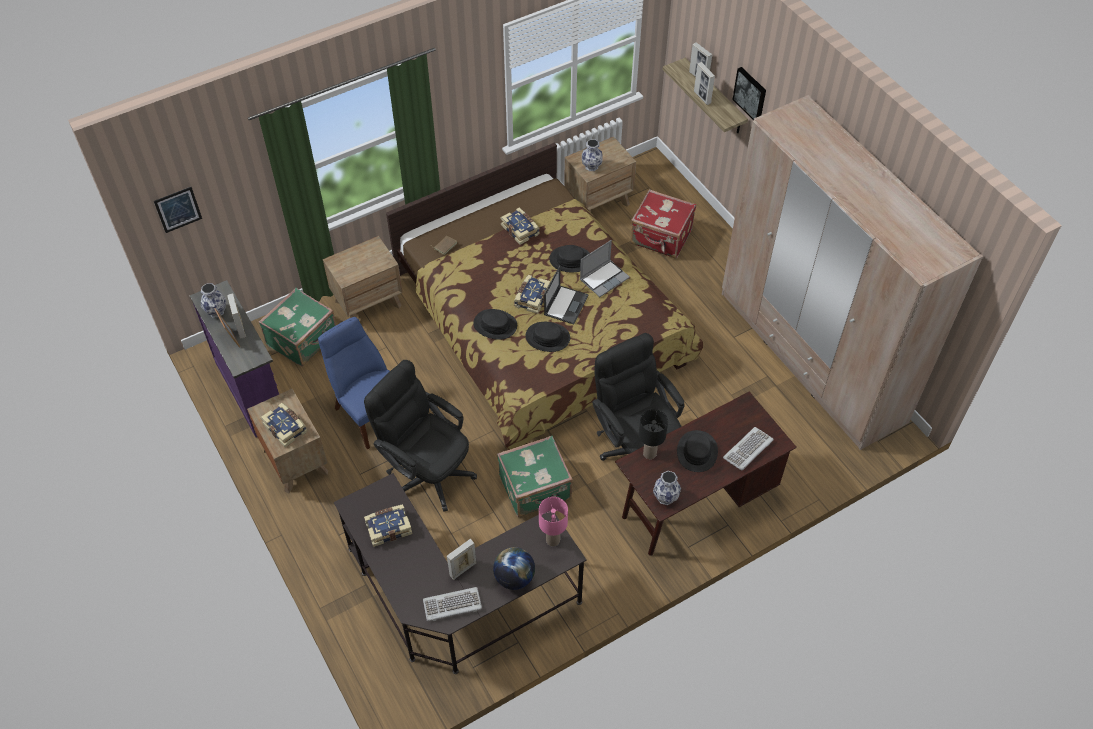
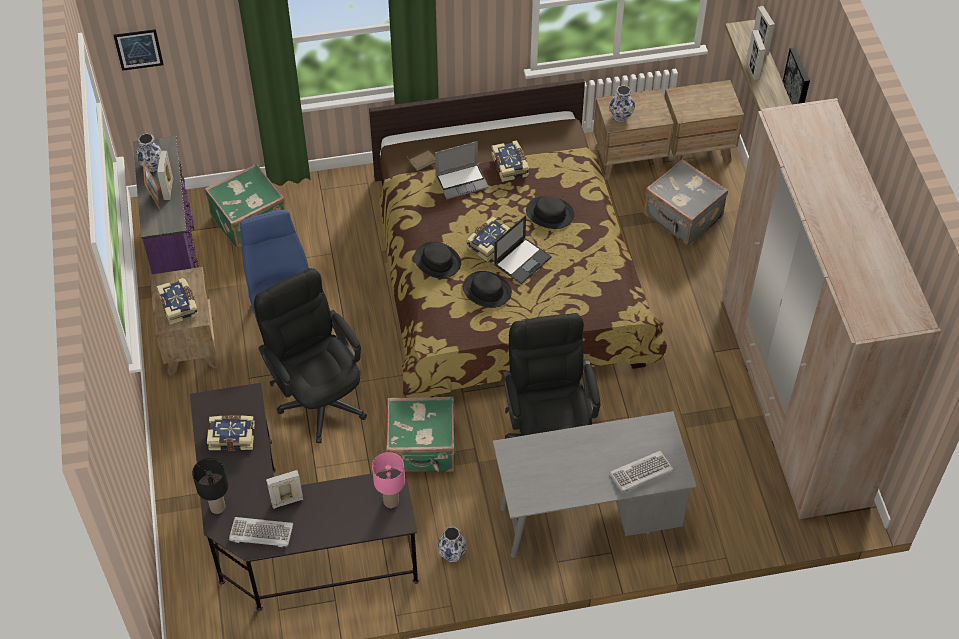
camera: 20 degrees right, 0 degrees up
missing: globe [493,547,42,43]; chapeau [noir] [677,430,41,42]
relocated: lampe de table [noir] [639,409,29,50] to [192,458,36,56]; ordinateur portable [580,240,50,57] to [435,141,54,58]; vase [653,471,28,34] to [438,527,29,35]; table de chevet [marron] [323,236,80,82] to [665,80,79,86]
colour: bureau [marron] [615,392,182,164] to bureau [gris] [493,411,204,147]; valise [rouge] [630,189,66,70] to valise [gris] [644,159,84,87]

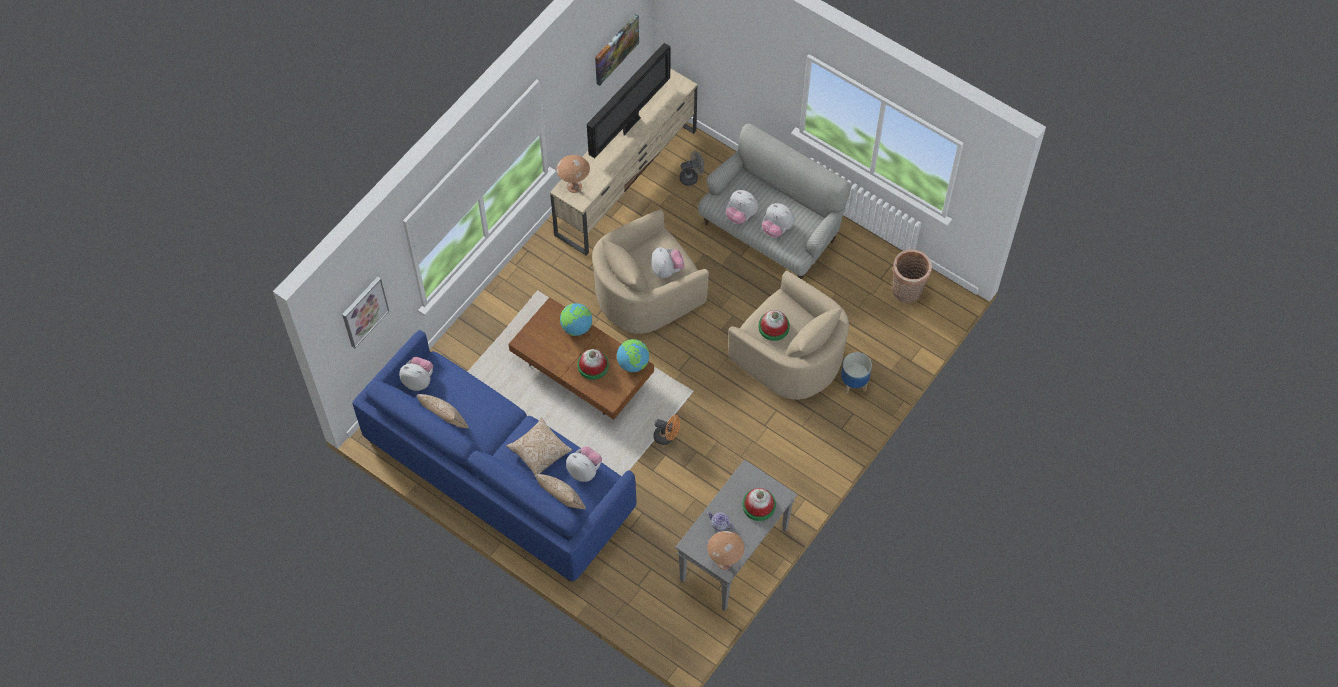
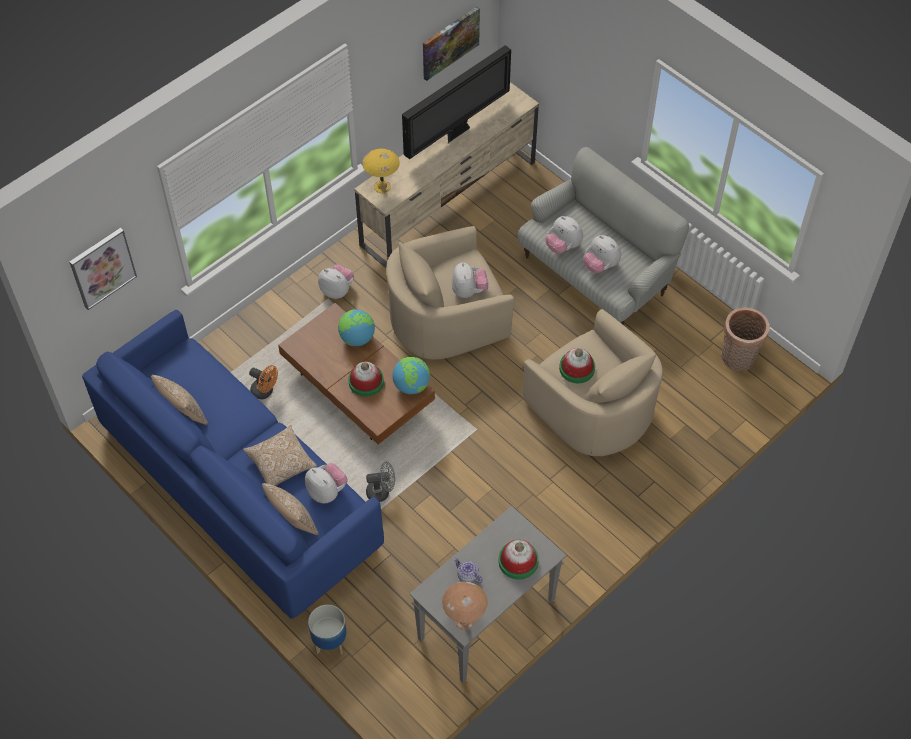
camera: 10 degrees right, 5 degrees down
relocated: ventilateur [orange] [654,415,26,30] to [249,365,29,34]; cache-pot [841,352,31,42] to [308,605,39,49]; peluche [399,357,34,34] to [318,264,36,35]; ventilateur [gris] [679,151,25,35] to [366,461,29,41]
colour: lampe de table [marron] [556,155,34,38] to lampe de table [jaune] [362,149,38,44]

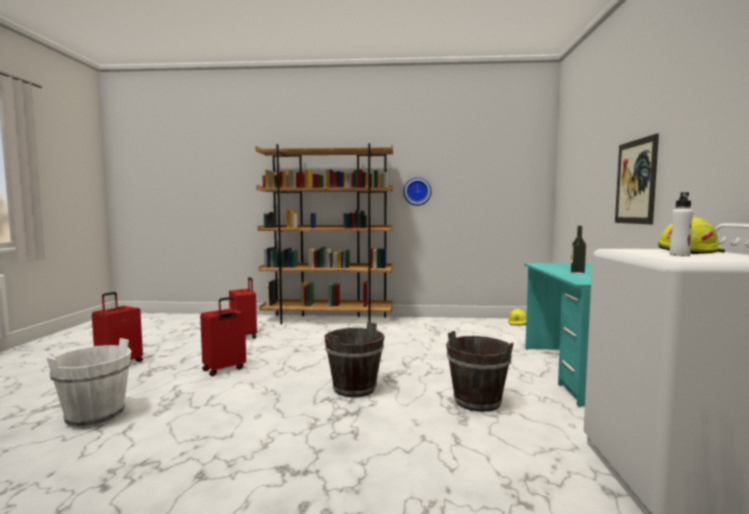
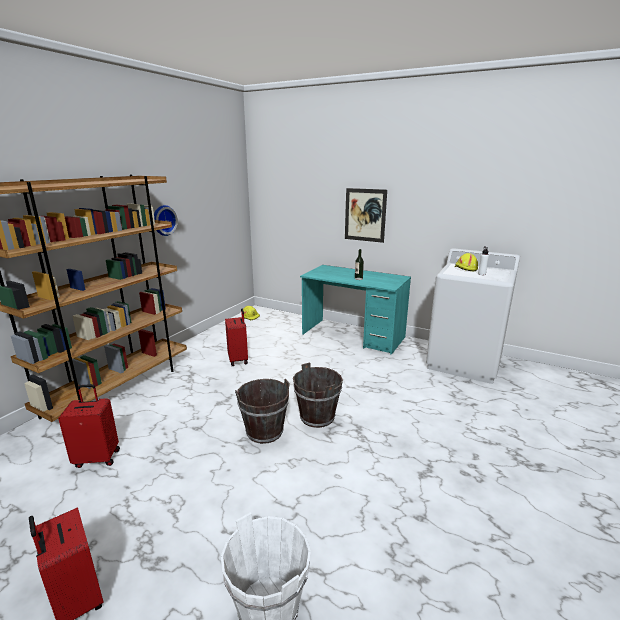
camera: 65 degrees left, 15 degrees up
relocated: valise [rouge] [200,297,46,79] to [225,309,23,57]; seau [marron] [446,331,68,81] to [235,379,55,65]

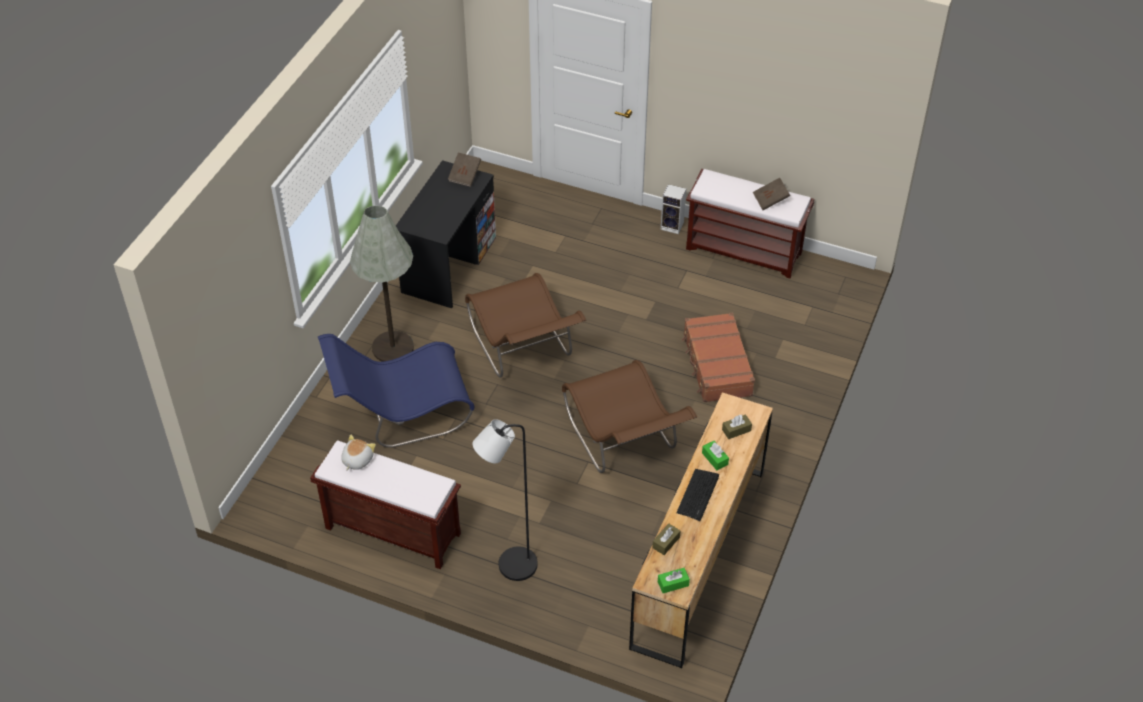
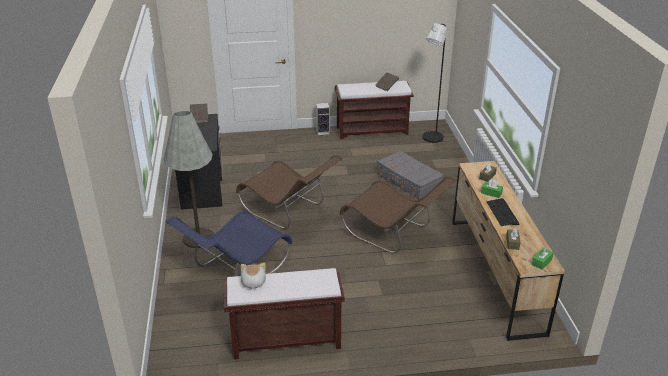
camera: 30 degrees left, 15 degrees down
relocated: lampadaire [noir] [472,419,66,162] to [423,23,25,120]
colour: valise [marron] [682,312,73,90] to valise [gris] [377,150,67,50]

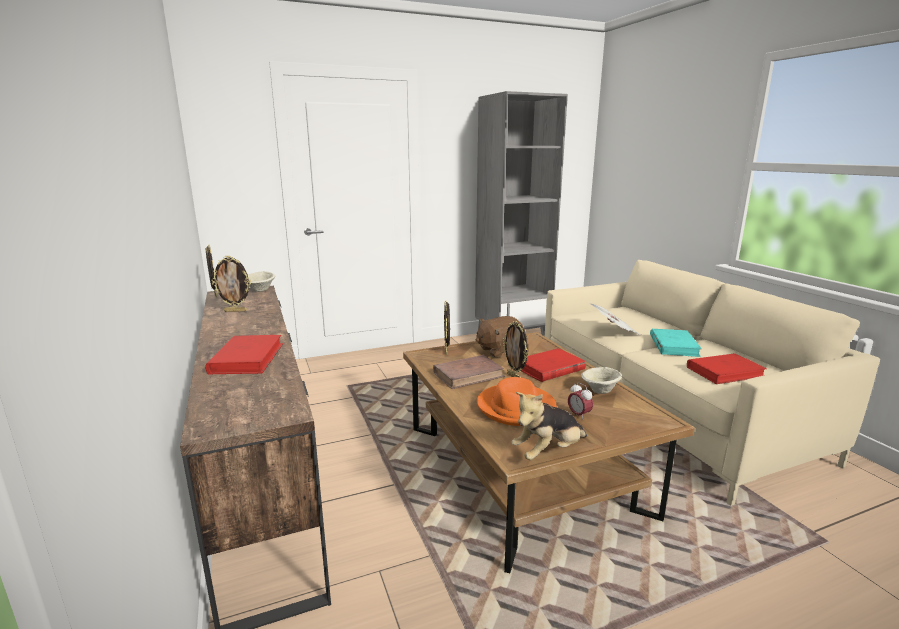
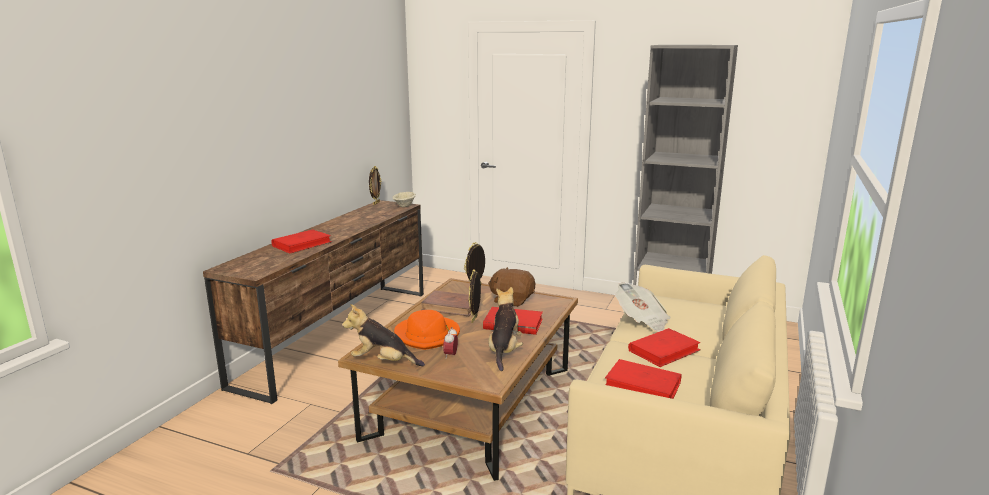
camera: 45 degrees right, 0 degrees up
missing: cadre photo [212,256,39,56]
exchanged: bol [beige] [581,367,41,27] to peluche [488,287,35,84]
colour: livre [turquoise] [650,329,52,28] to livre [rouge] [628,328,73,39]

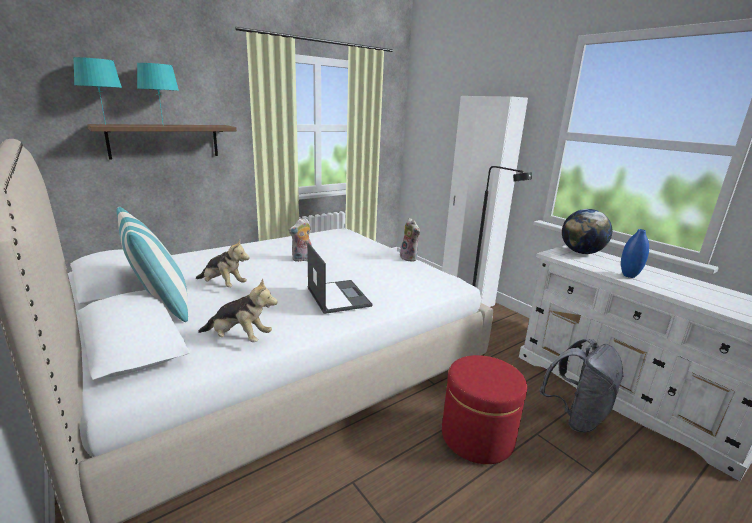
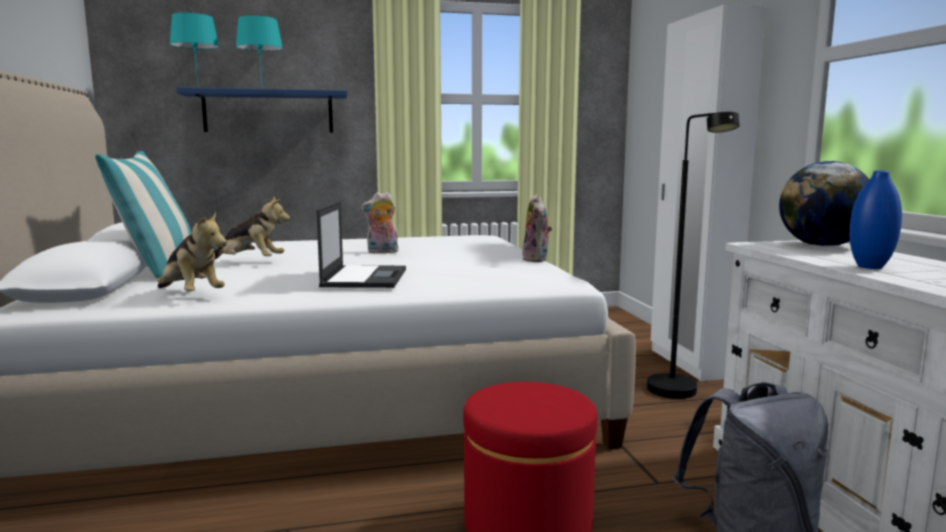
camera: 25 degrees right, 10 degrees down
colour: étagère [marron] [87,124,150,36] to étagère [bleu] [176,87,171,45]
spun: peluche [196,240,54,47] = [214,196,76,63] 45 degrees counterclockwise

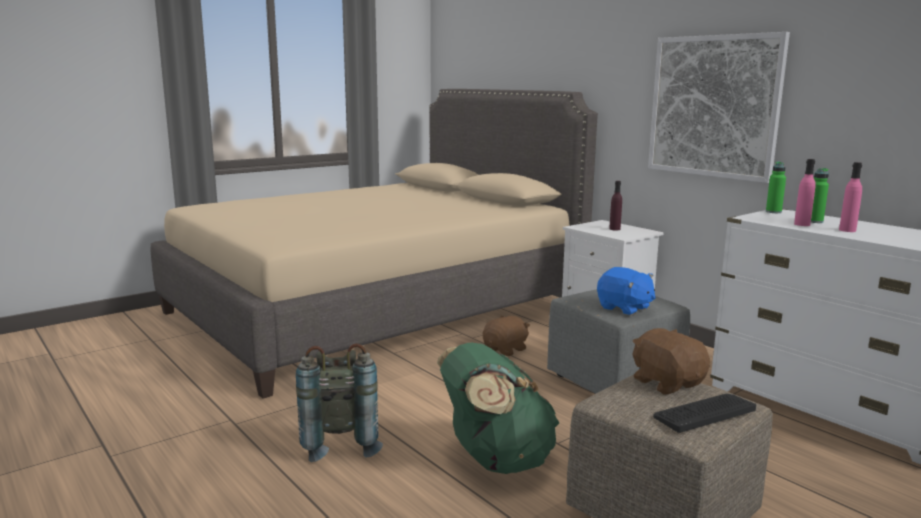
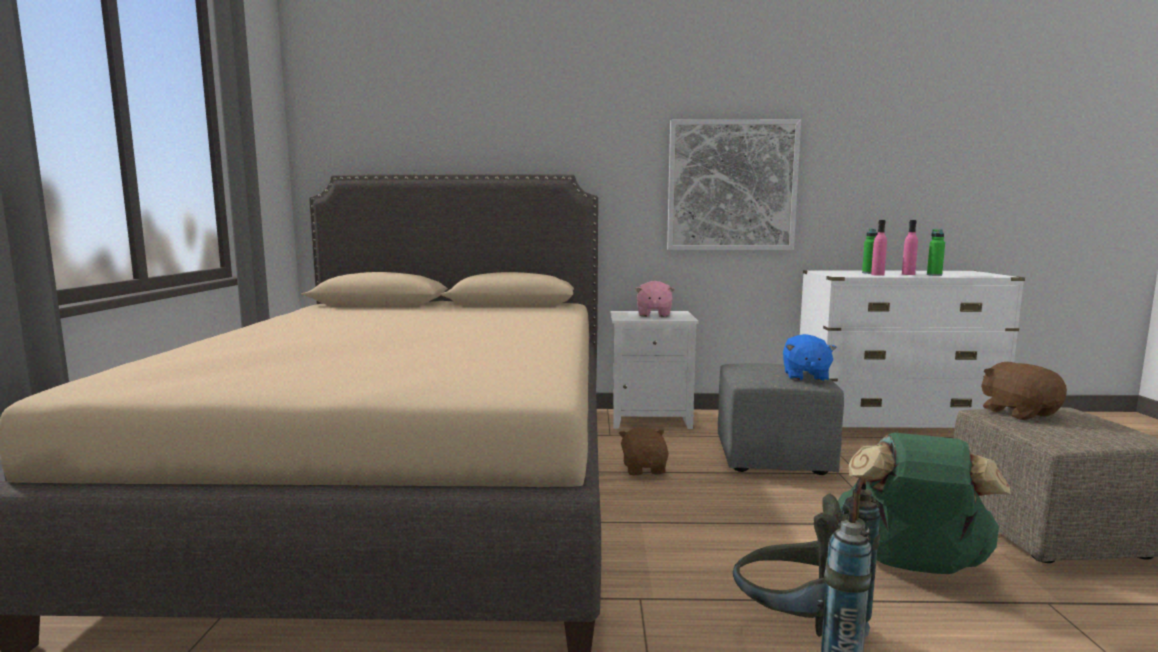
camera: 50 degrees left, 5 degrees down
missing: clavier [653,394,103,39]
relocated: bouteille [vert] [766,162,20,51] to [927,229,18,47]
exchanged: bouteille [violet] [609,181,13,50] to peluche [rose] [635,281,40,36]
spun: peluche [bleu] [597,267,59,48] = [783,334,54,47] 105 degrees clockwise; peluche [marron] [632,328,78,66] = [981,362,86,58] 60 degrees clockwise

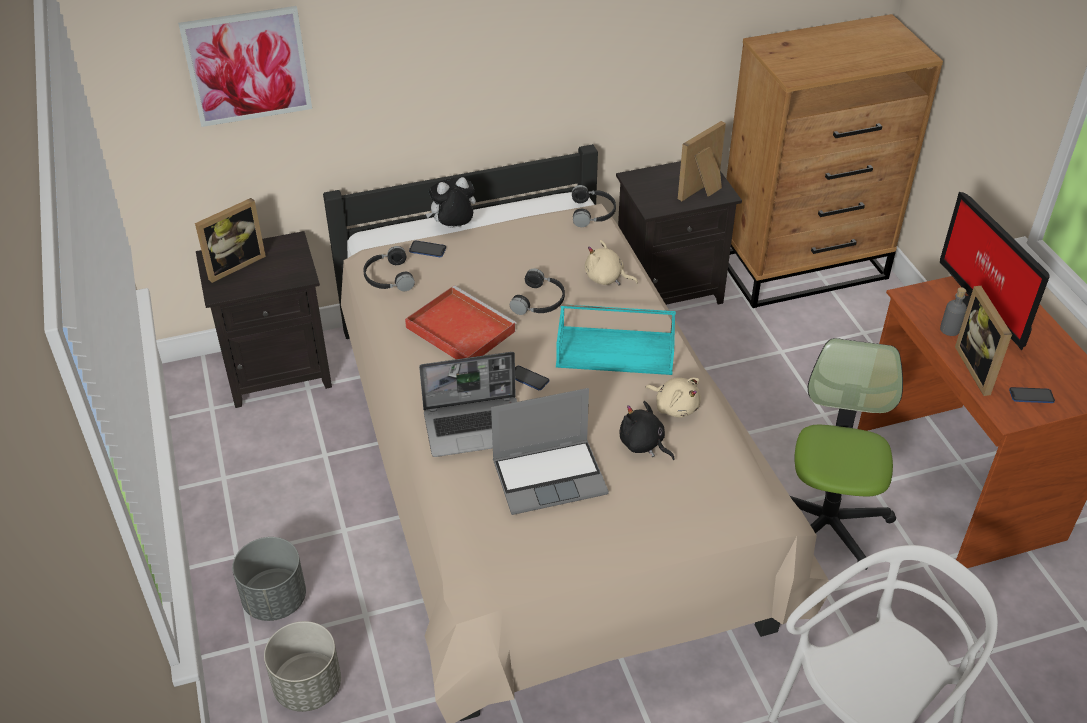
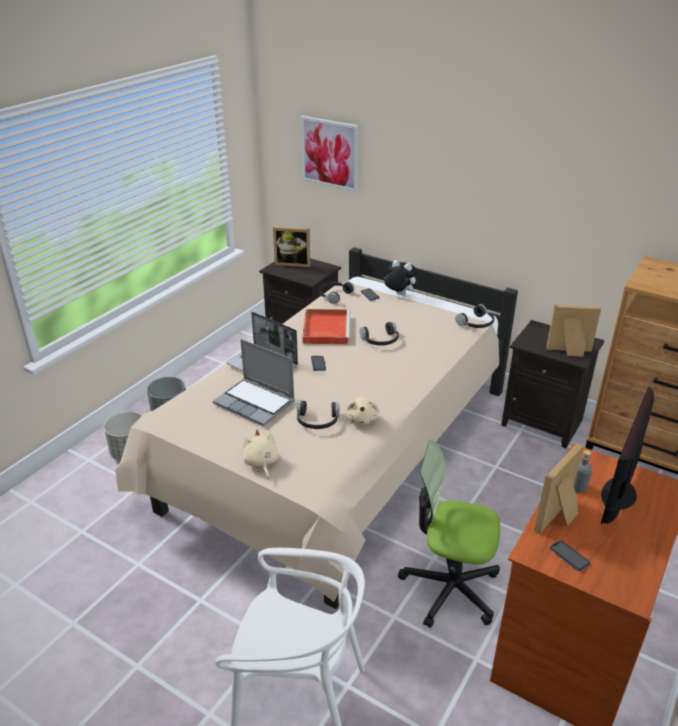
camera: 50 degrees right, 10 degrees down
missing: plateau [turquoise] [556,304,120,71]
relocated: peluche [beige] [585,240,53,46] to [243,429,36,50]
exchanged: peluche [noir] [619,401,56,59] to casque audio [noir] [297,401,42,28]
spun: chaise de bureau [790,338,113,232] = [398,440,102,188] 135 degrees counterclockwise

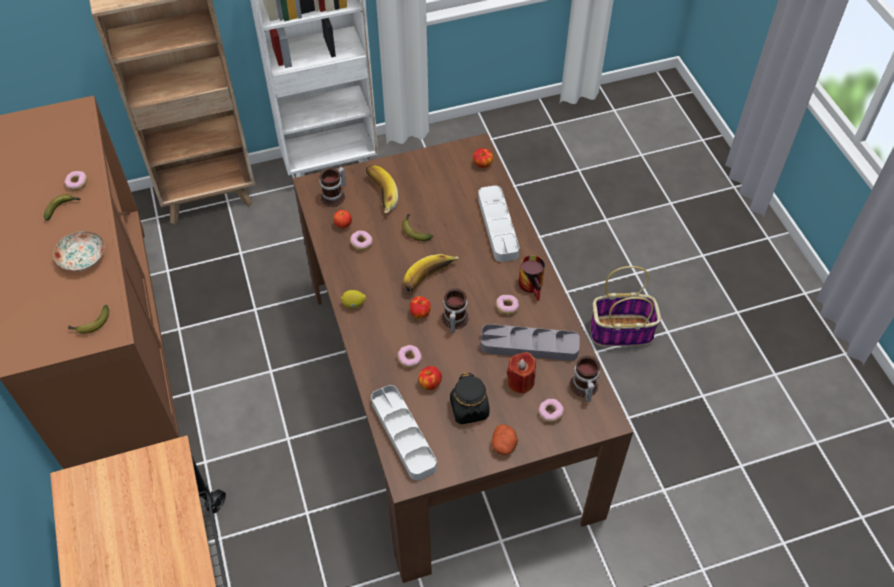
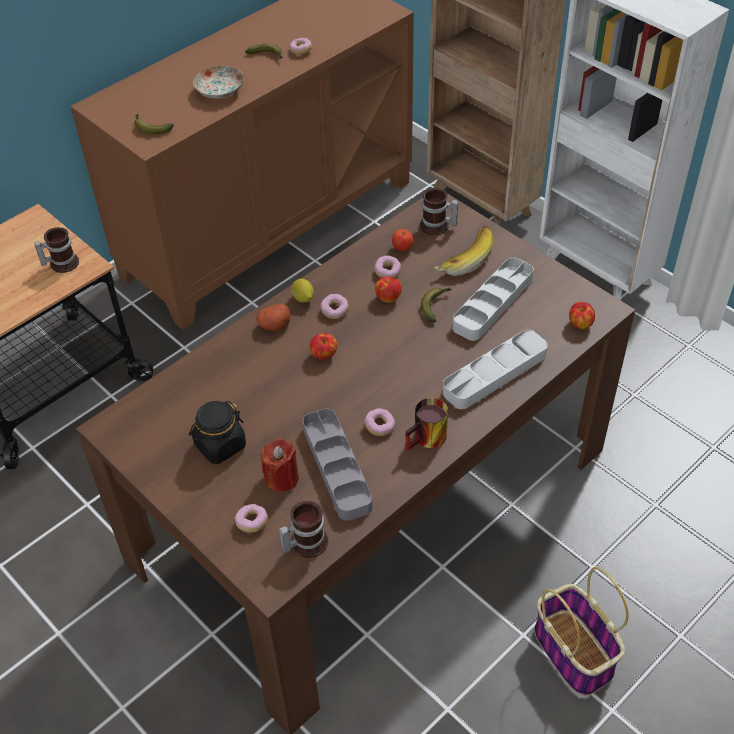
camera: 65 degrees right, 5 degrees down
missing: banane [403,254,56,38]
relocated: mug [442,288,27,45] to [35,227,44,46]; pomme de terre [492,424,26,31] to [256,304,35,27]; beignet [398,345,24,23] to [320,294,29,25]; pomme [418,366,24,24] to [375,276,27,27]; plateau [gris] [371,385,66,95] to [453,257,81,84]

